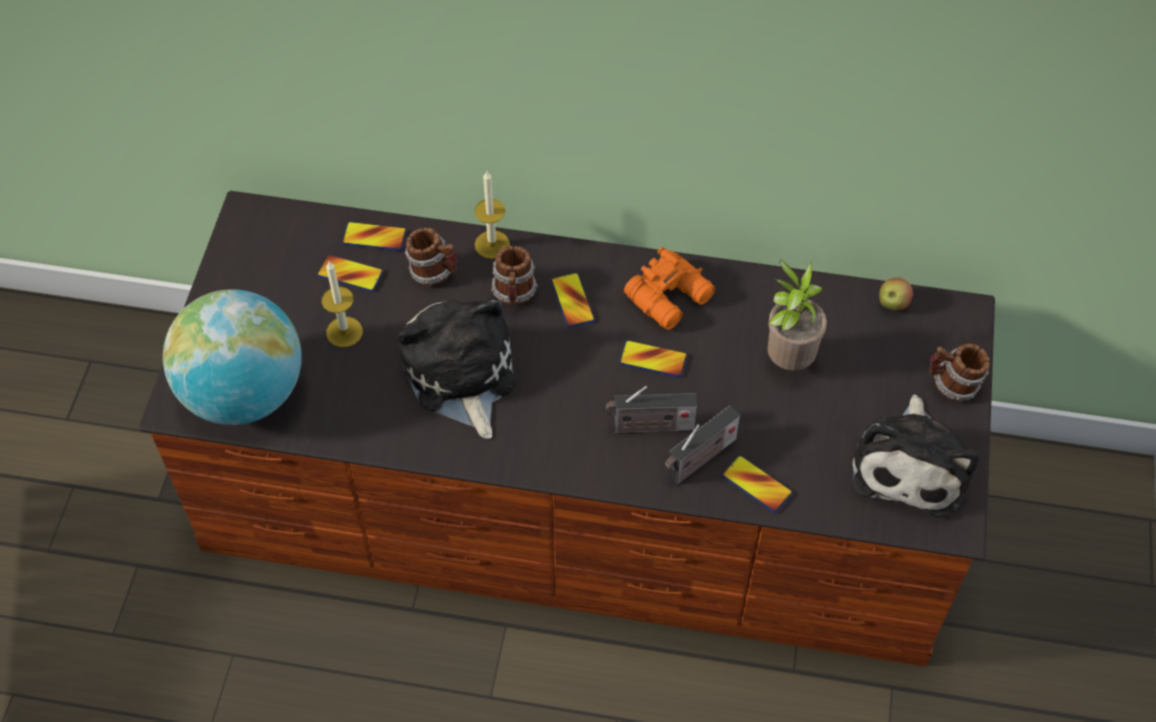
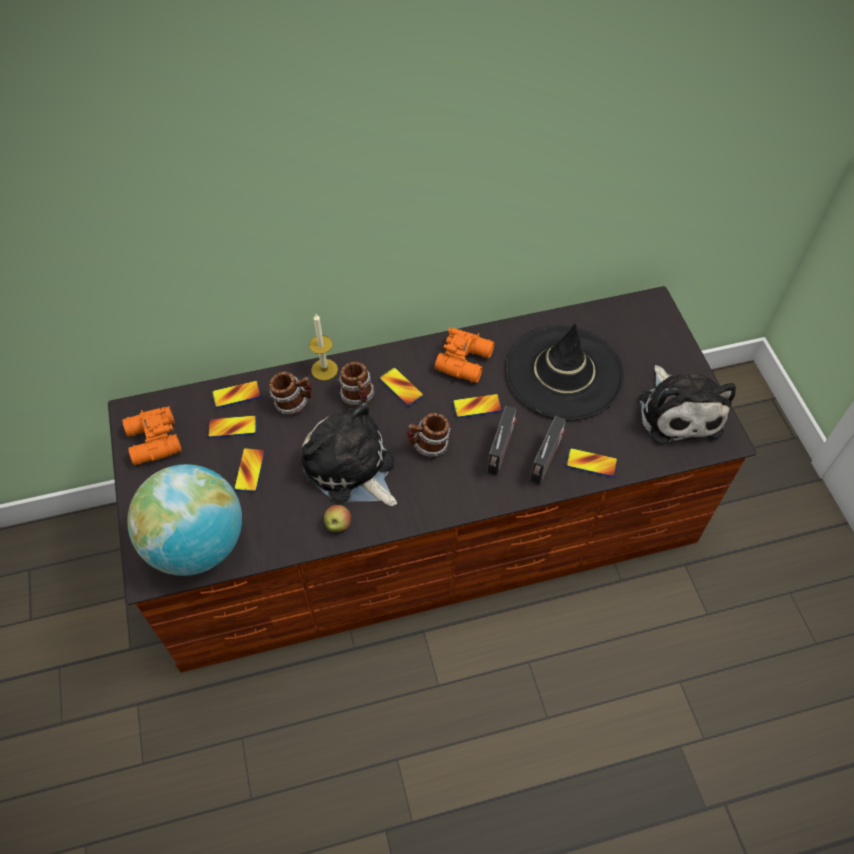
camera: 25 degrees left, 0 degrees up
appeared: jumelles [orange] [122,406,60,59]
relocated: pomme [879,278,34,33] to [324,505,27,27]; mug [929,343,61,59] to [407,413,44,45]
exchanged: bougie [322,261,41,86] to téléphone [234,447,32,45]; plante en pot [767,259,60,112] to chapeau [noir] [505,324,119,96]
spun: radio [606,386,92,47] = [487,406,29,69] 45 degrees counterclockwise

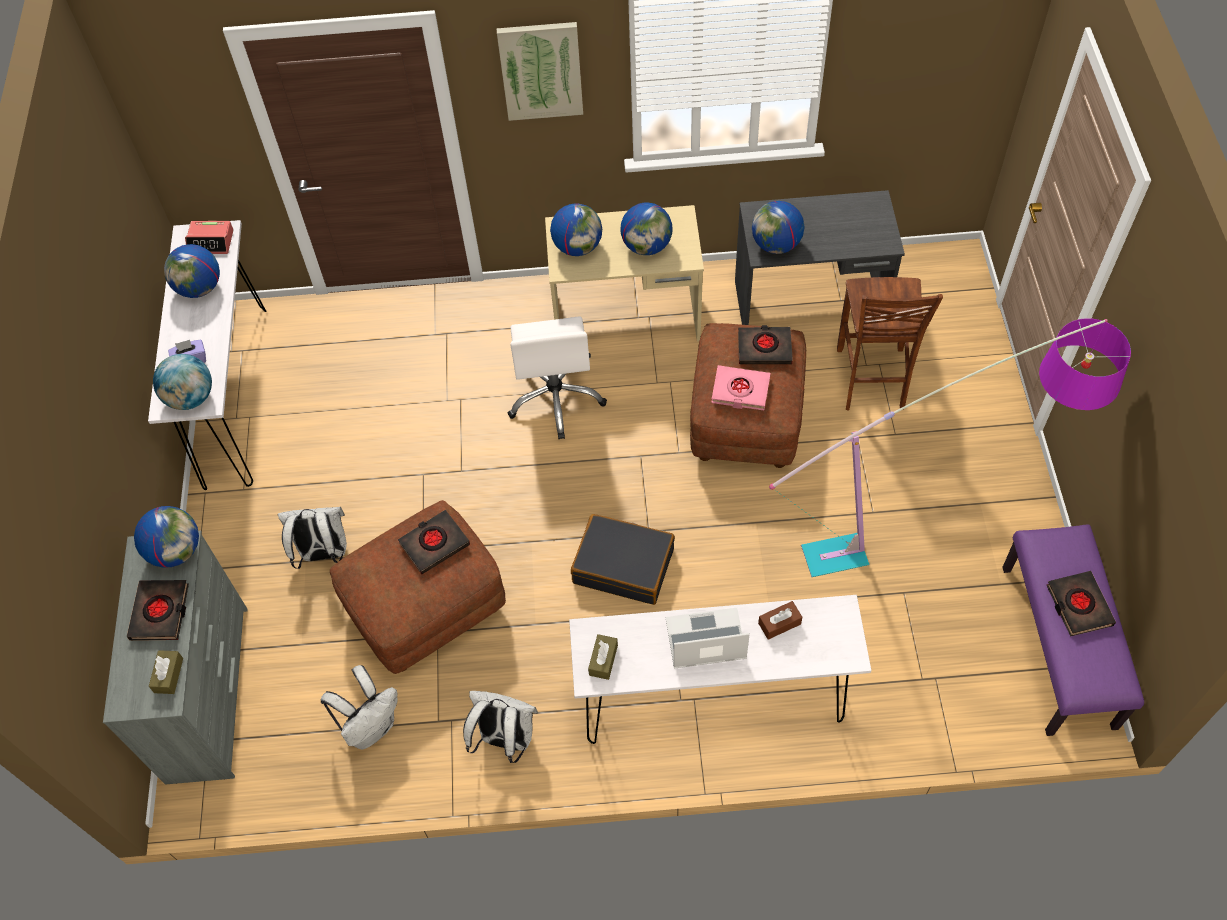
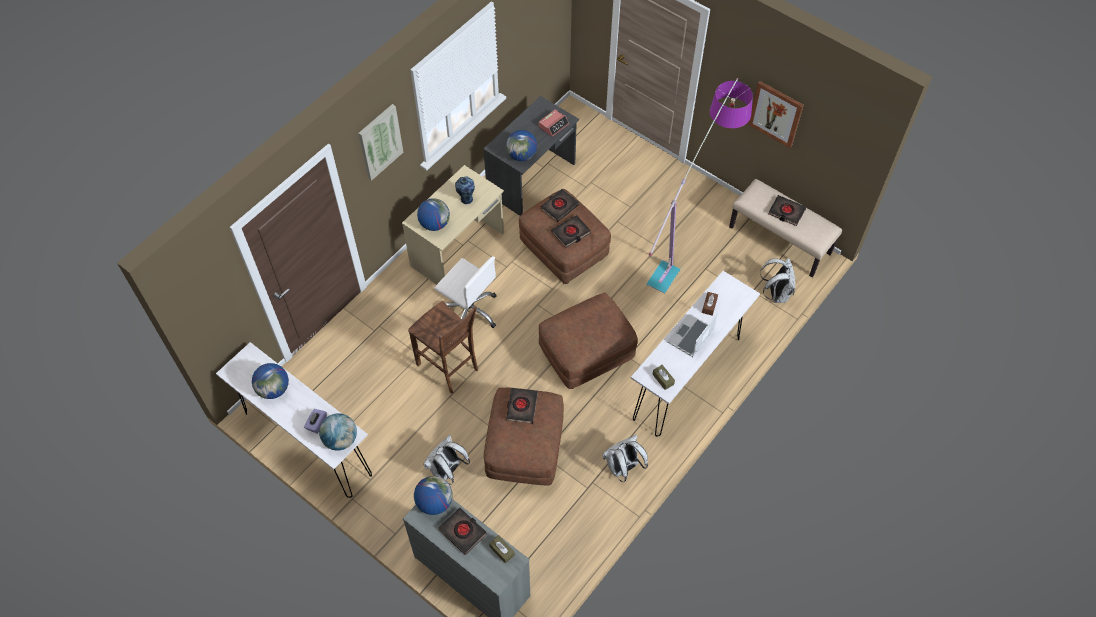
camera: 50 degrees left, 0 degrees up
appeared: tableau [748,81,56,67]
relocated: chaise [marron] [837,277,106,134] to [408,301,70,93]; réveil [185,221,49,33] to [539,109,30,28]; sac à dos [blanc] [321,665,77,85] to [760,258,35,45]
exchanged: globe [621,203,51,52] to vase [455,177,20,27]; valise [noir] [571,514,104,91] to pouf [marron] [539,293,99,96]
colour: livre [rose] [711,365,59,45] to livre [noir] [551,215,40,33]; banc [violet] [1003,524,141,212] to banc [beige] [729,179,113,98]

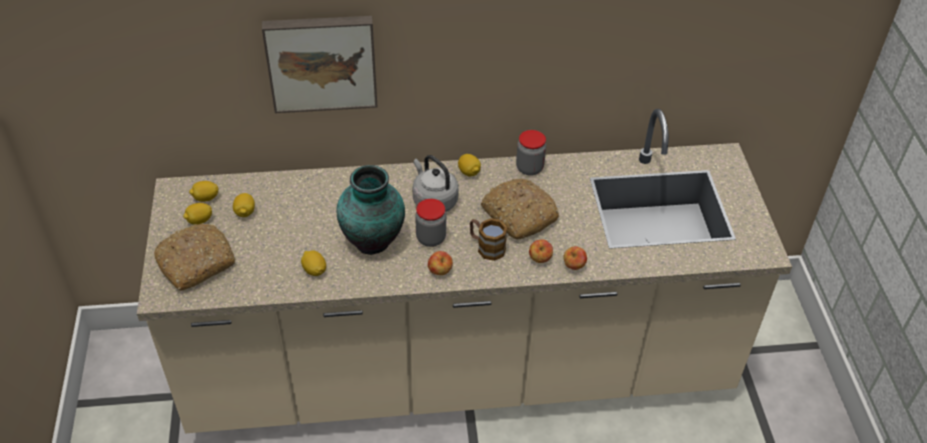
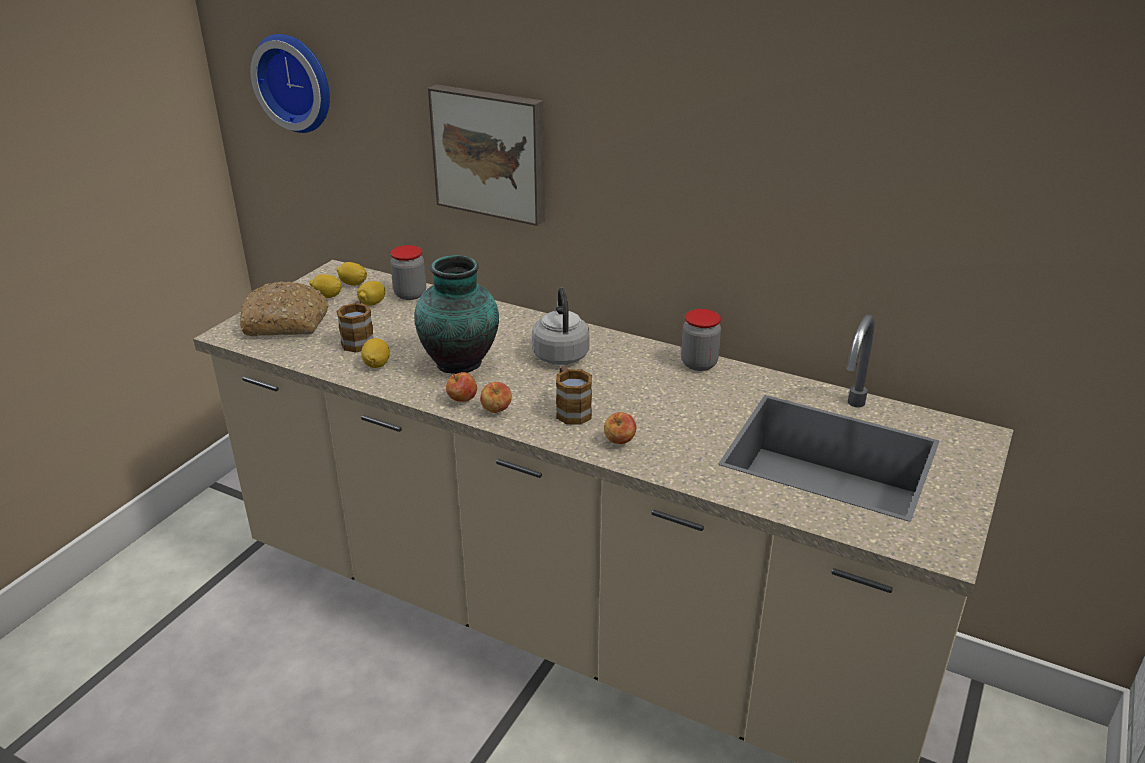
camera: 35 degrees right, 15 degrees down
missing: citron [458,154,23,23]; pain [481,179,78,61]
appeared: horloge murale [250,34,80,99]; mug [336,301,38,51]
relocated: bocal [415,199,31,48] to [390,245,36,55]; pomme [563,246,24,24] to [446,372,31,30]

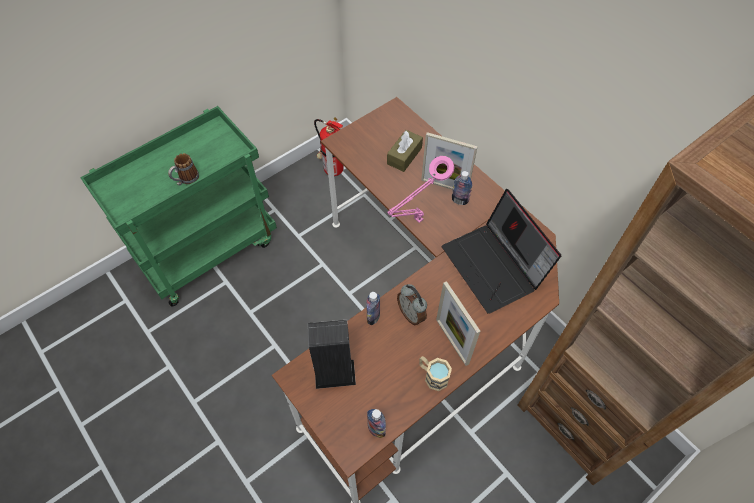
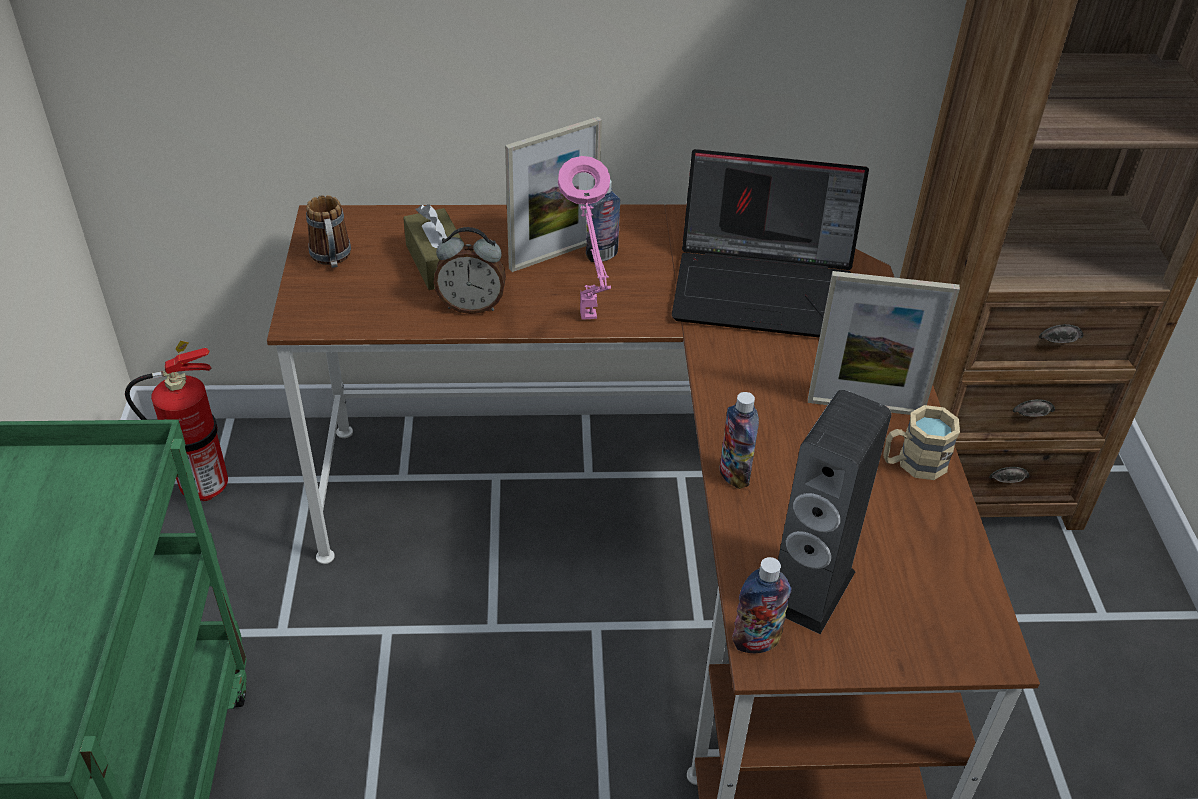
camera: 55 degrees left, 15 degrees down
relocated: mug [168,153,31,33] to [306,195,45,73]; réveil [397,284,30,41] to [434,227,72,87]; bouteille [367,409,19,29] to [732,557,59,96]

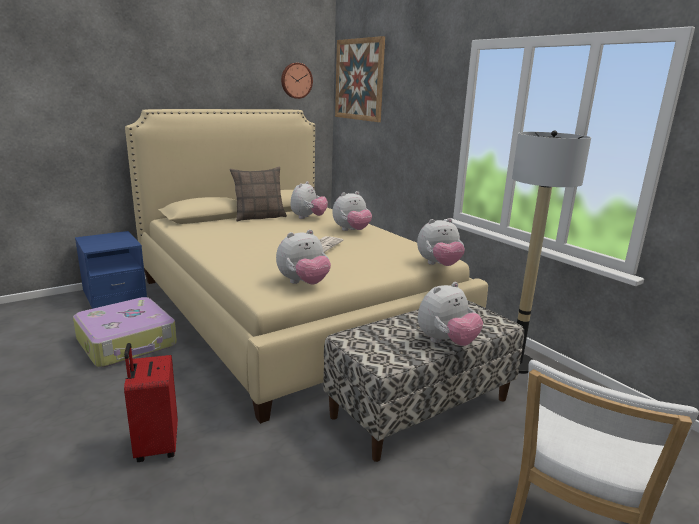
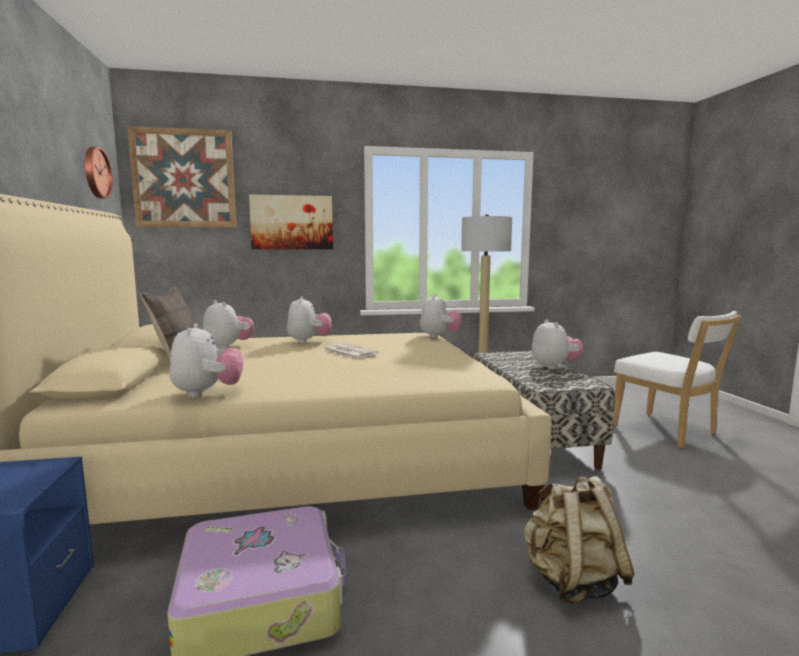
camera: 65 degrees left, 10 degrees down
appeared: tableau [249,195,84,54]
relocated: peluche [276,230,55,54] to [169,323,74,75]
exchanged: valise [rouge] [124,343,54,119] to sac à dos [beige] [524,476,111,128]

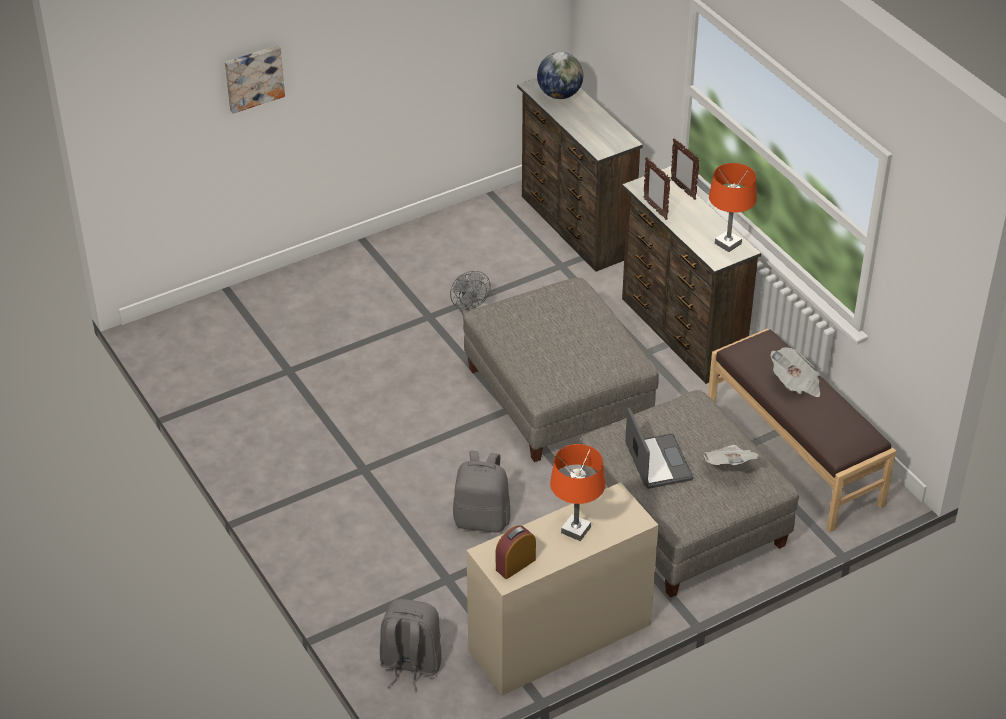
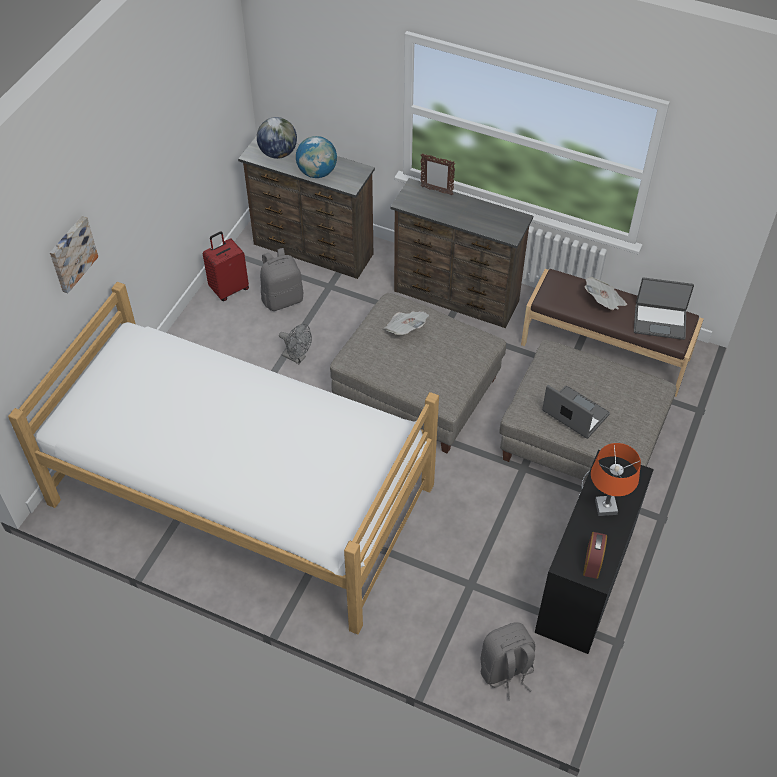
camera: 35 degrees left, 10 degrees up
missing: cadre photo [643,157,27,63]; lampe de table [orange] [709,163,48,89]
appeared: lit [8,282,431,353]; valise [rouge] [203,231,46,70]; globe [296,136,41,42]; ordinateur portable [634,278,60,62]
relocated: sac à dos [gris] [453,451,57,82] to [260,248,43,63]; journal [704,445,54,20] to [384,311,45,24]
colour: bureau [beige] [466,482,193,214] to bureau [noir] [534,450,120,204]

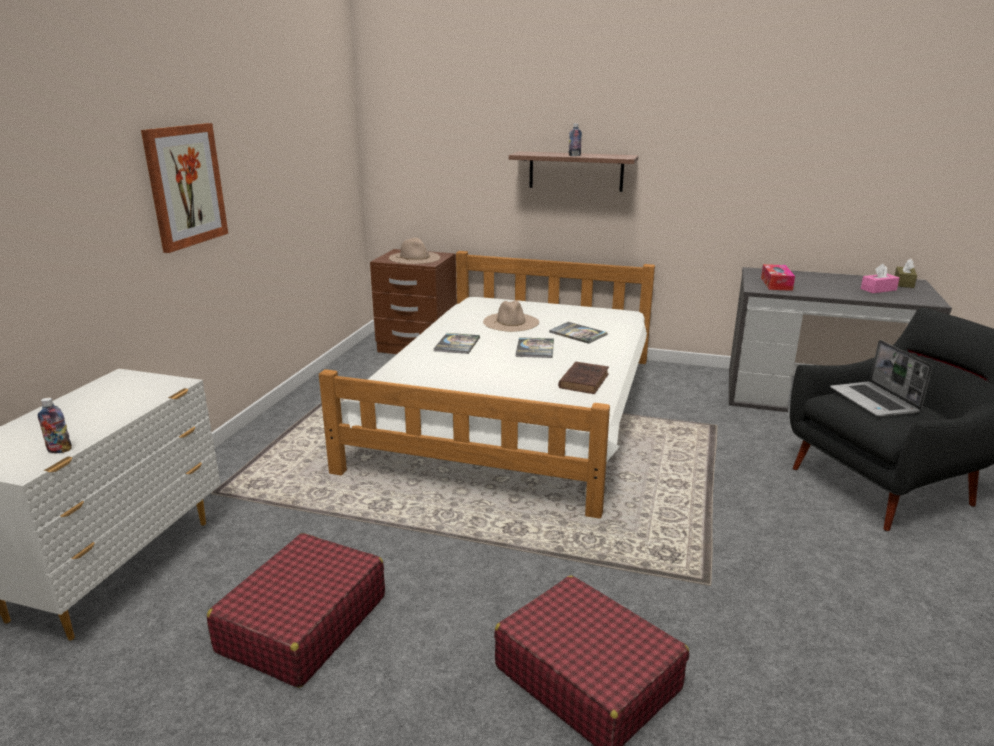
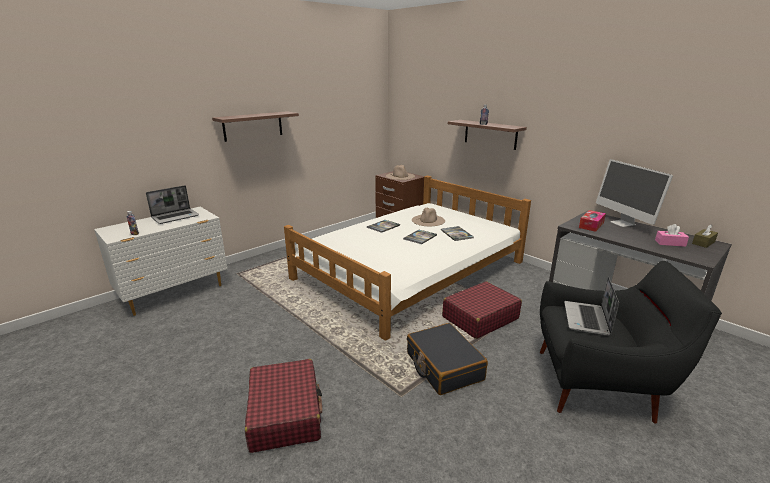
camera: 30 degrees right, 0 degrees up
missing: livre [marron] [558,361,51,33]
appeared: ordinateur portable [146,185,53,39]; valise [noir] [407,323,81,72]; écran d'ordinateur [596,159,77,68]
relocated: valise [rouge] [207,533,178,155] to [442,281,80,58]
exchanged: tableau [141,123,87,130] to étagère [212,111,87,31]

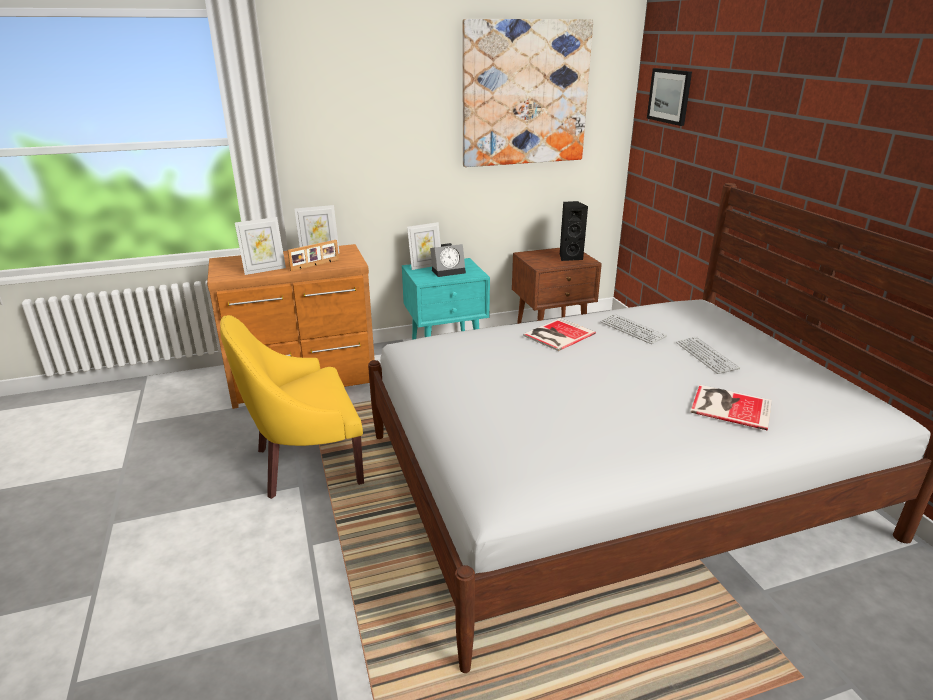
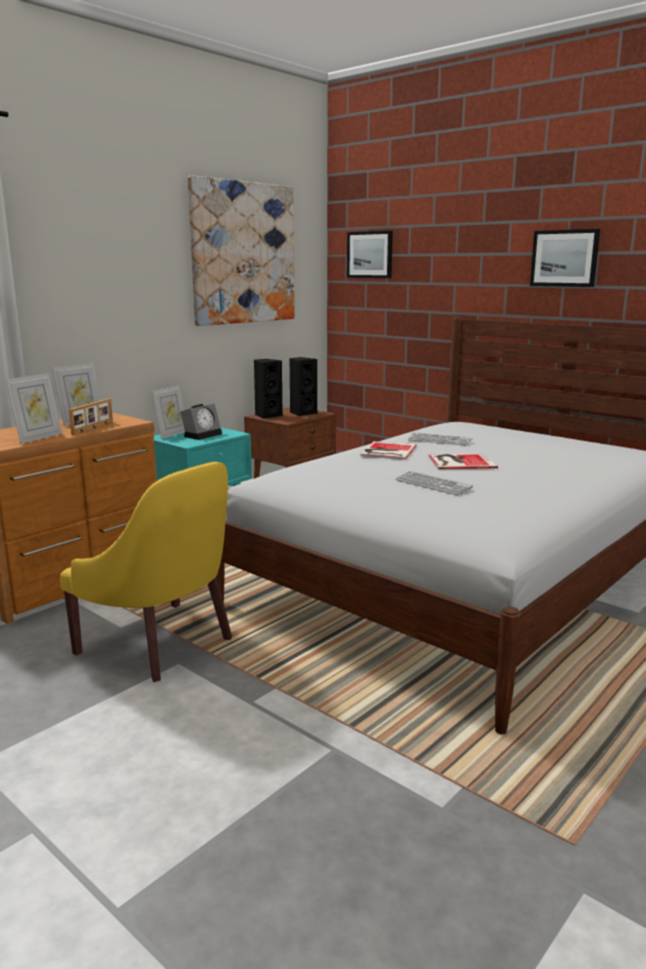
camera: 30 degrees left, 10 degrees down
appeared: enceinte [noir] [254,359,29,60]; tableau [530,229,70,58]
relocated: clavier [676,336,64,38] to [395,471,78,24]; livre [690,385,82,46] to [428,454,70,15]
spun: fauteuil [jaune] [220,315,144,184] = [60,462,172,220] 90 degrees counterclockwise

